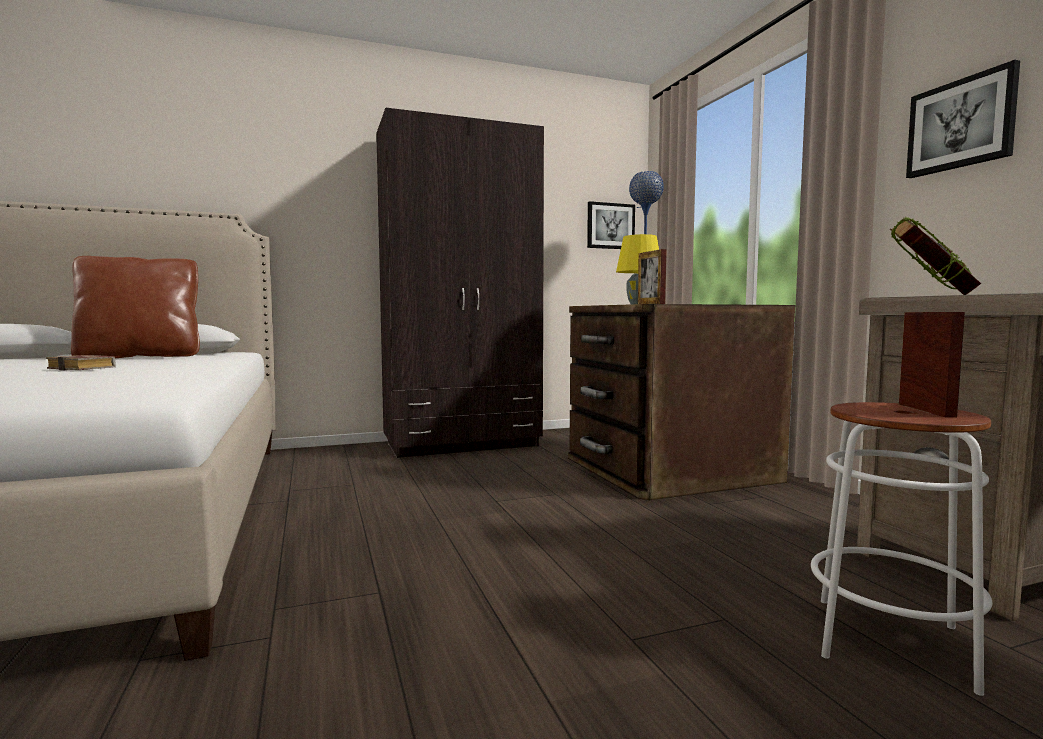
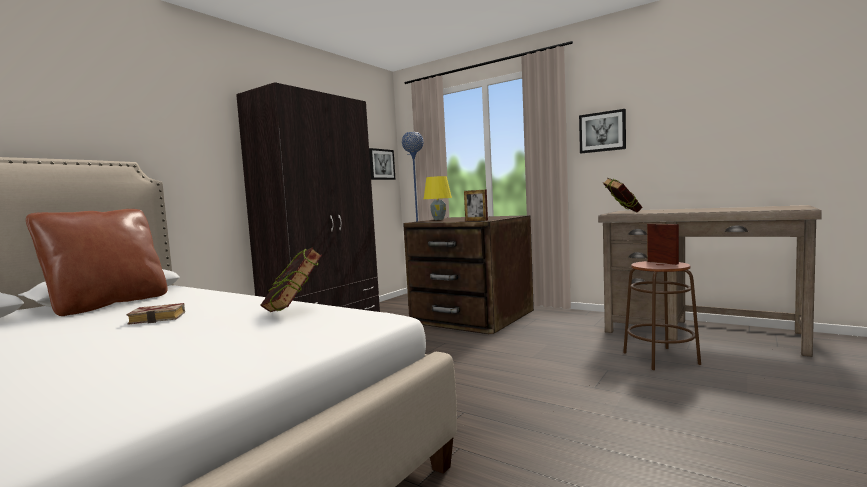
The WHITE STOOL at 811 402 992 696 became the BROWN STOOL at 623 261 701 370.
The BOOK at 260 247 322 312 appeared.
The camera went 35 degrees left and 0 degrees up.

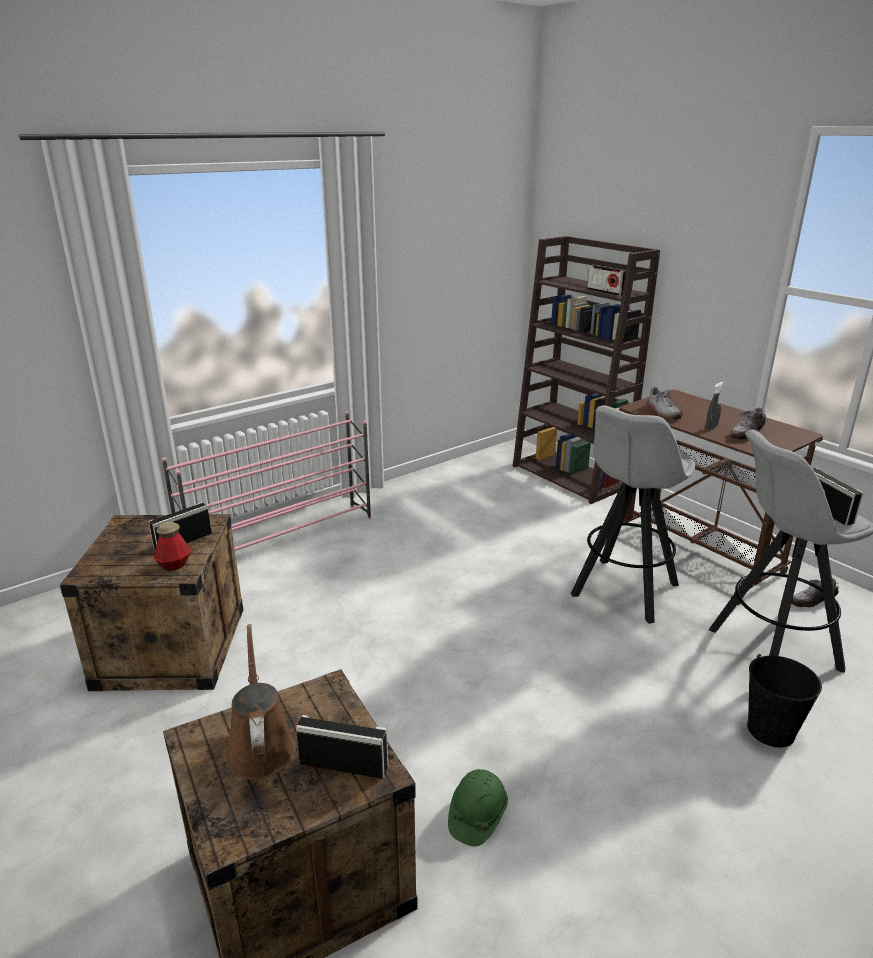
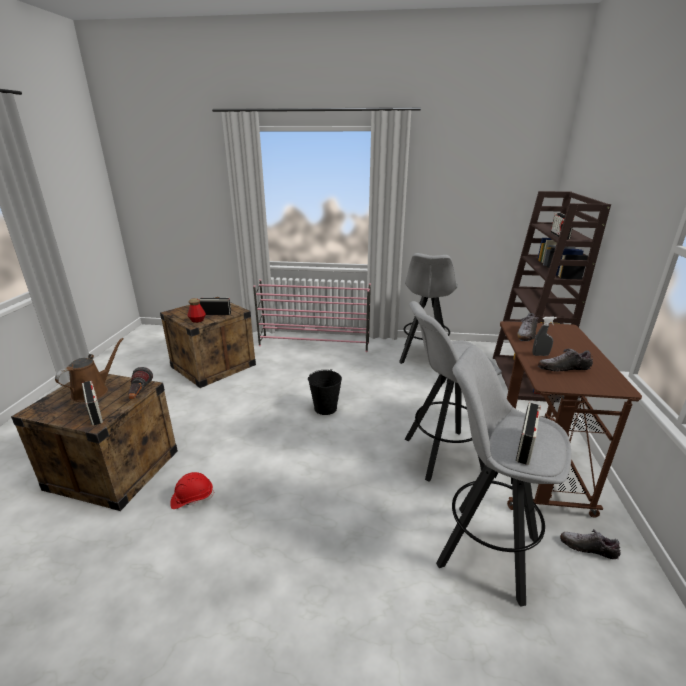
The BLACK BUCKET moved from 747 654 822 748 to 308 369 342 415.
The GREEN HARD HAT at 448 769 508 846 became the RED HARD HAT at 170 472 215 509.
The GREY STOOL at 399 253 457 364 appeared.
The FLASHLIGHT at 128 367 153 399 appeared.
The camera went 45 degrees right and 0 degrees up.

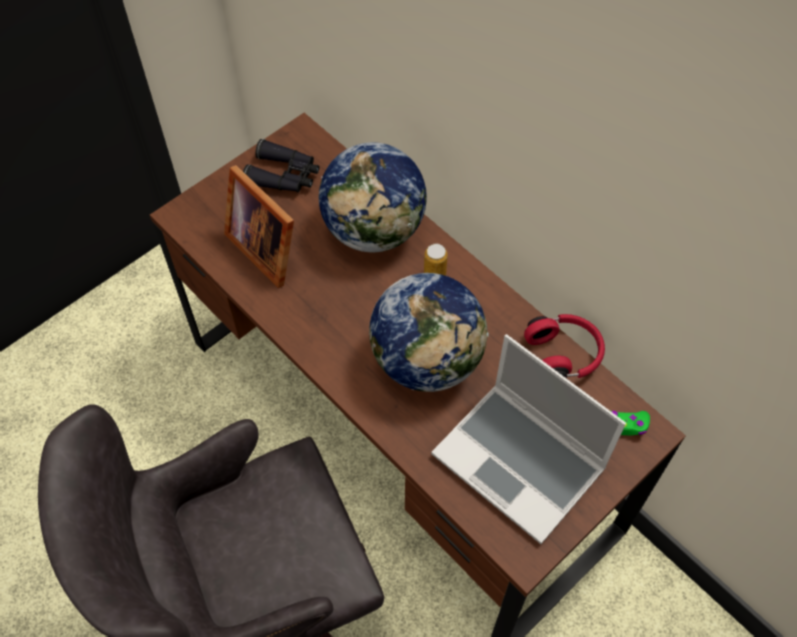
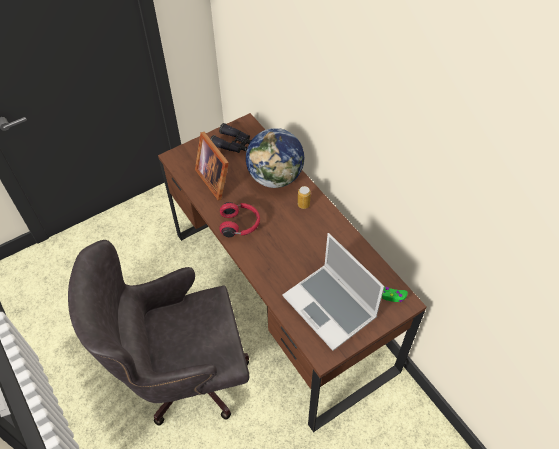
The GLOBE at 369 273 489 392 disappeared.
The RED HEADPHONES moved from 524 314 605 378 to 219 202 260 237.
The camera went 10 degrees right and 5 degrees down.

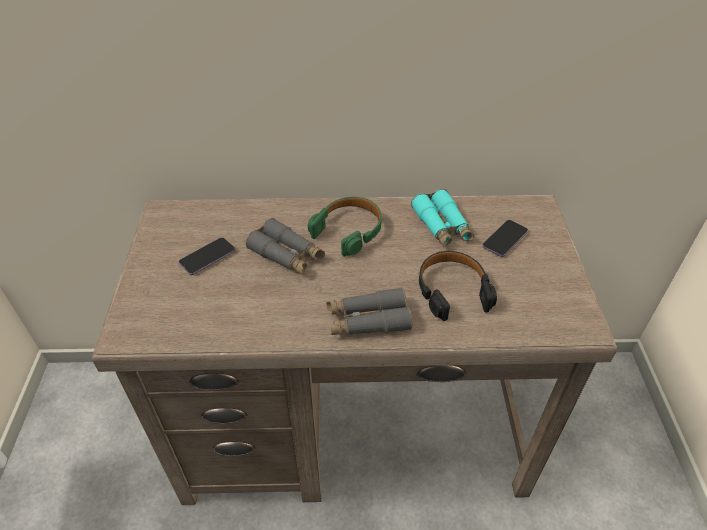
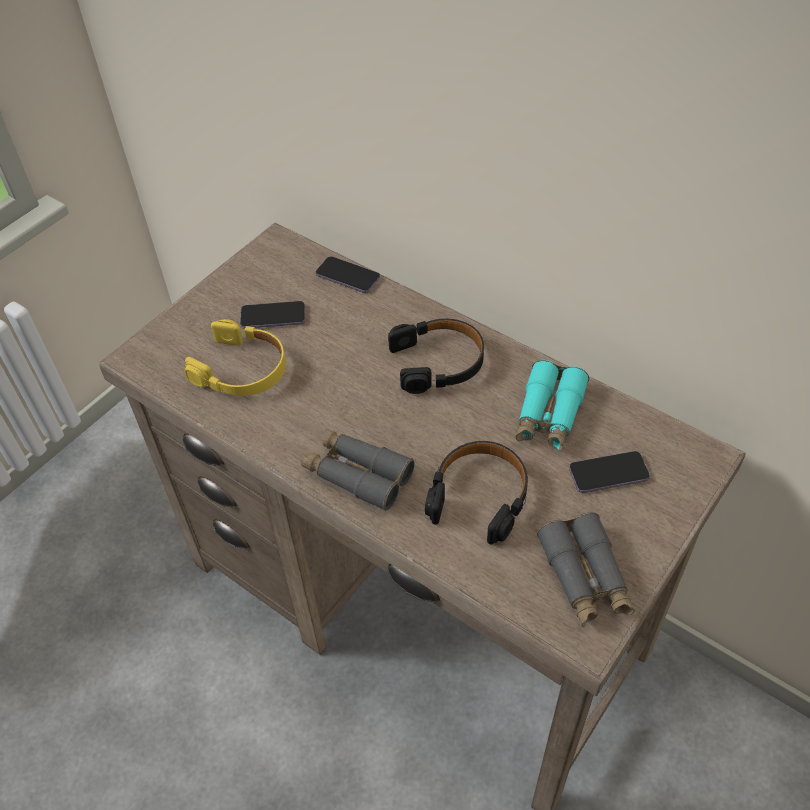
The GREEN HEADPHONES at 308 197 382 256 became the BLACK HEADPHONES at 388 319 484 394.
The GREY BINOCULARS moved from 246 218 325 275 to 537 512 635 627.
The PHONE at 316 256 380 293 appeared.
The YELLOW HEADPHONES at 185 319 286 396 appeared.
The camera went 40 degrees right and 5 degrees up.

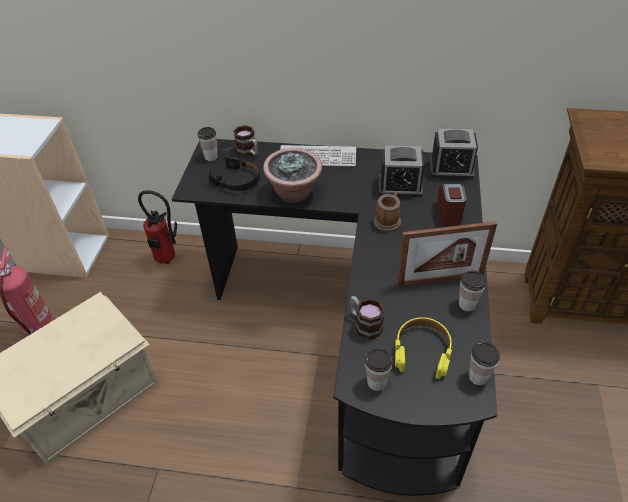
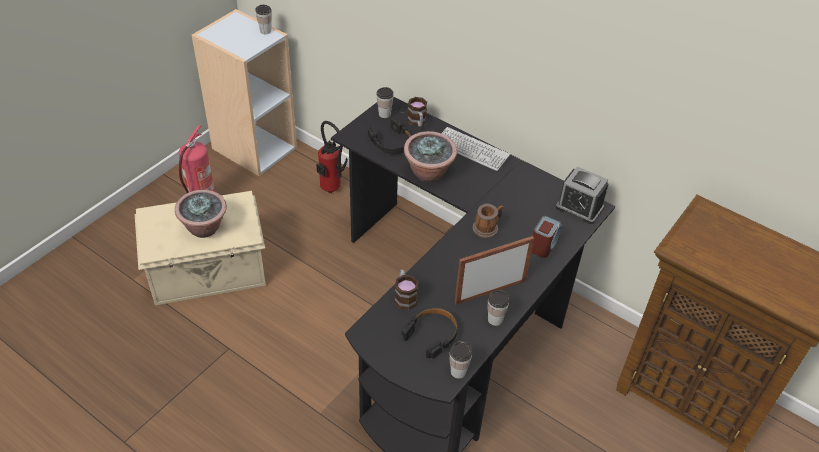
The ALARM CLOCK at 379 146 424 197 disappeared.
The PICTURE FRAME at 397 221 497 286 turned 135 degrees clockwise.
The YELLOW HEADPHONES at 395 317 452 379 became the BLACK HEADPHONES at 401 307 458 358.
The CUP moved from 365 348 393 391 to 255 5 272 34.
The POTTED PLANT at 175 190 227 238 appeared.
The camera went 25 degrees right and 0 degrees up.

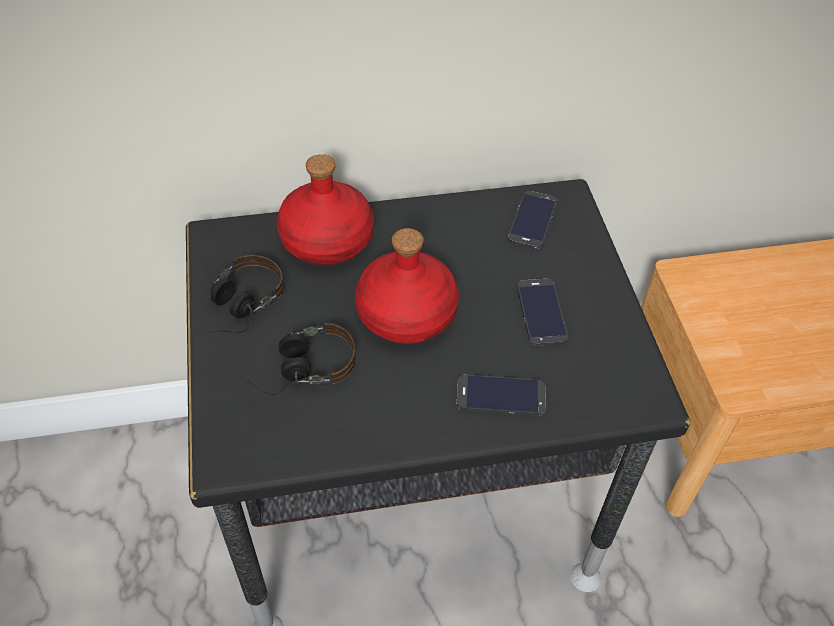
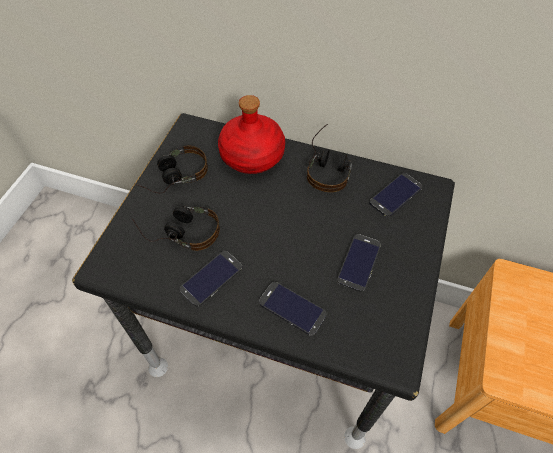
The RED BOTTLE at 355 228 459 344 disappeared.
The HEADPHONES at 307 124 352 192 appeared.
The PHONE at 180 251 242 307 appeared.
The camera went 30 degrees right and 5 degrees up.

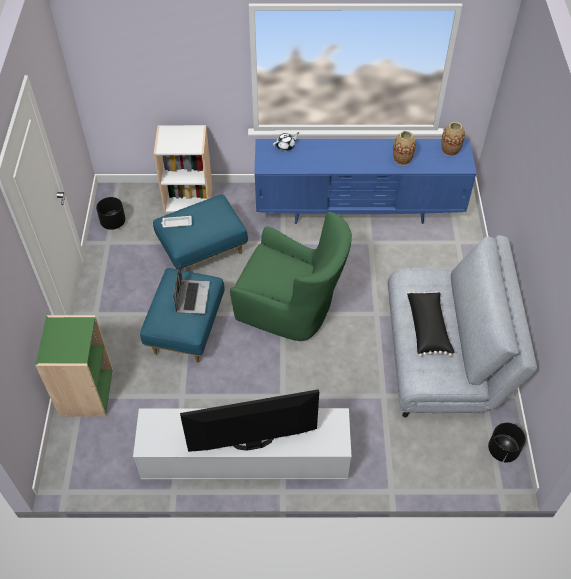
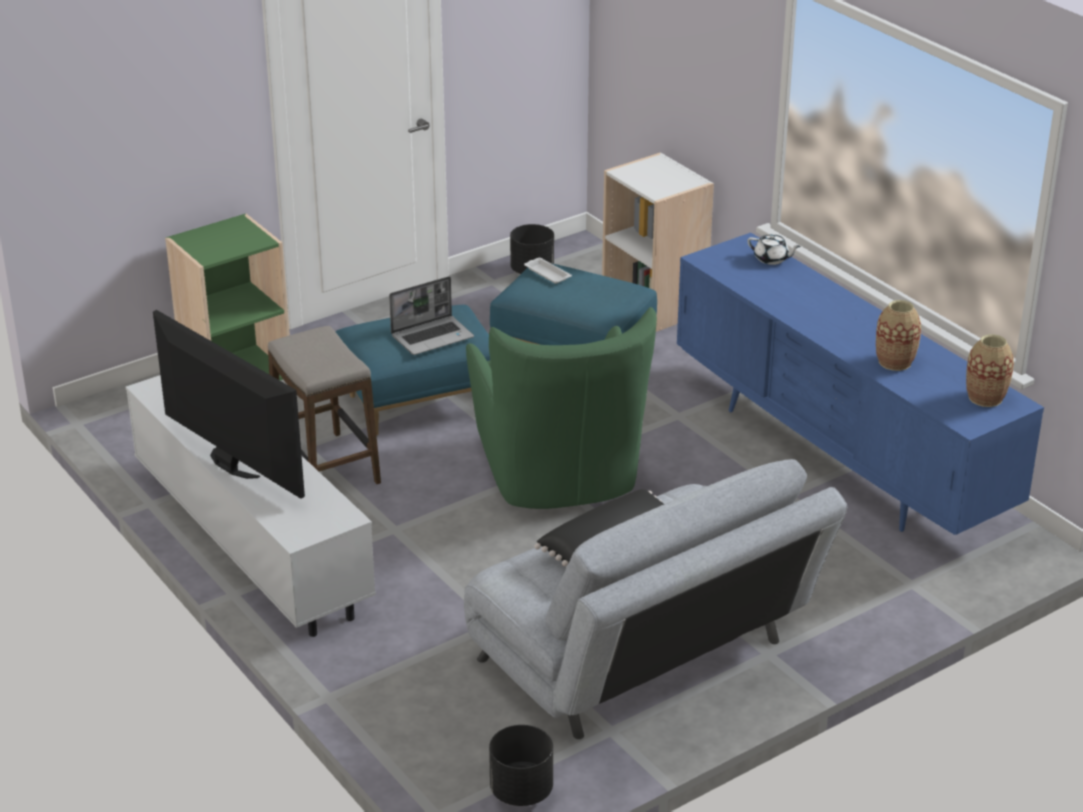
The STOOL at 268 326 381 484 appeared.
The camera went 55 degrees right and 20 degrees down.

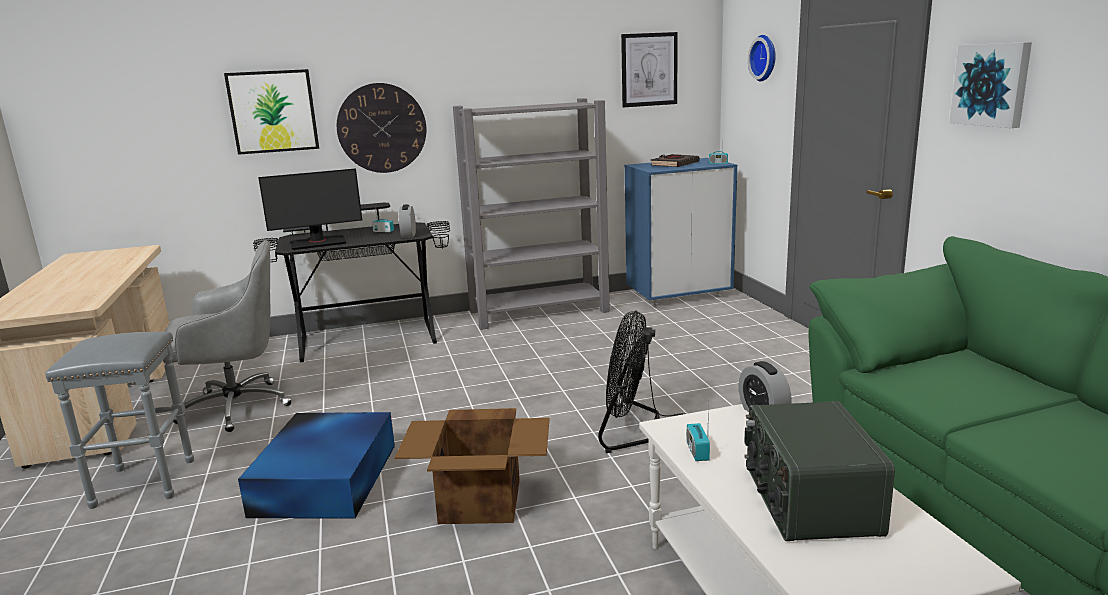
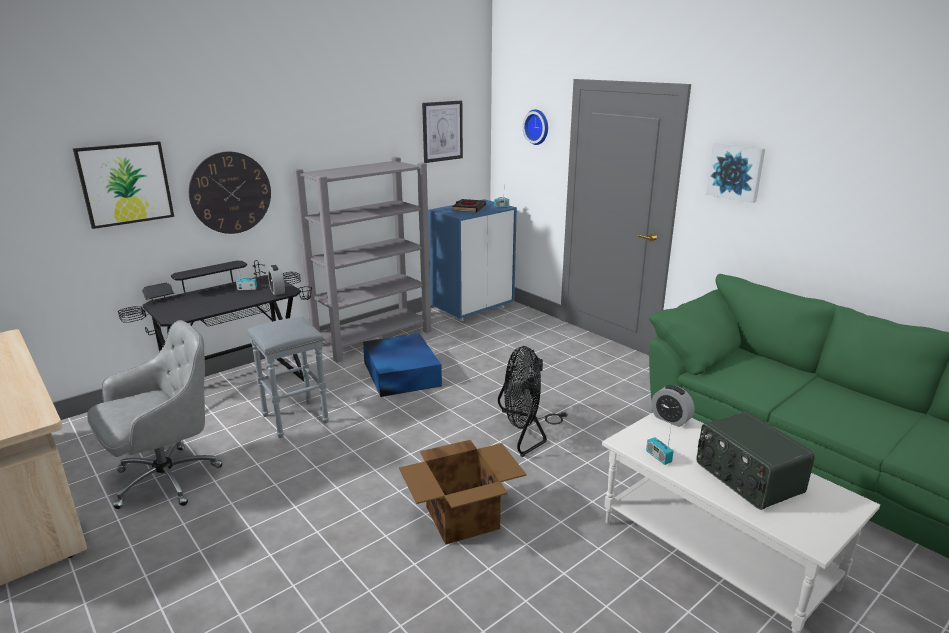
The MONITOR at 258 168 362 250 disappeared.
The GREY STOOL moved from 45 332 194 509 to 247 317 329 438.
The BLUE STORAGE BOX moved from 238 412 395 519 to 363 333 442 397.
The camera went 25 degrees left and 5 degrees up.

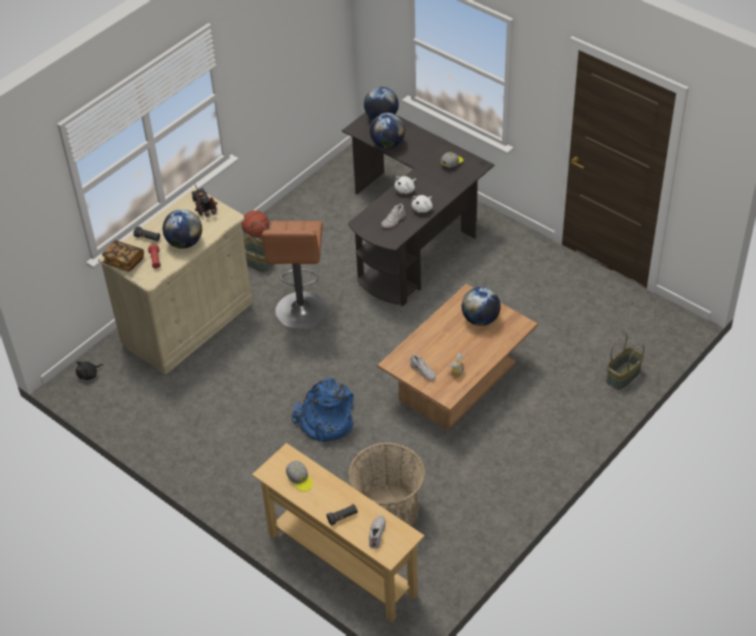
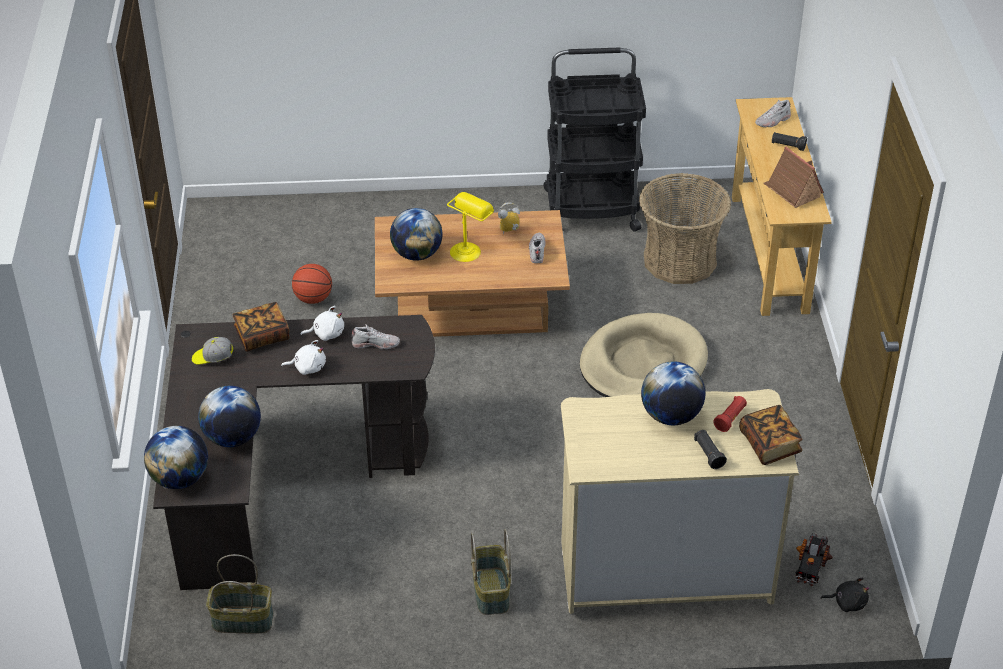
The TOY TRUCK moved from 191 185 217 217 to 795 533 833 586.
The BASKETBALL moved from 242 210 269 238 to 292 264 332 304.
The BROWN STOOL at 262 221 327 329 disappeared.
The BASKET moved from 606 334 645 390 to 206 554 274 633.
The BLUE BACKPACK at 291 378 354 442 was replaced by the BEIGE DOG BED at 580 313 708 397.
The CAP at 286 461 313 492 was replaced by the TOY HOUSE at 764 146 824 208.
The BLACK CART at 544 48 646 232 appeared.
The YELLOW TABLE LAMP at 447 192 494 262 appeared.
The BOOK at 232 302 289 352 appeared.
The camera went 135 degrees left and 5 degrees down.

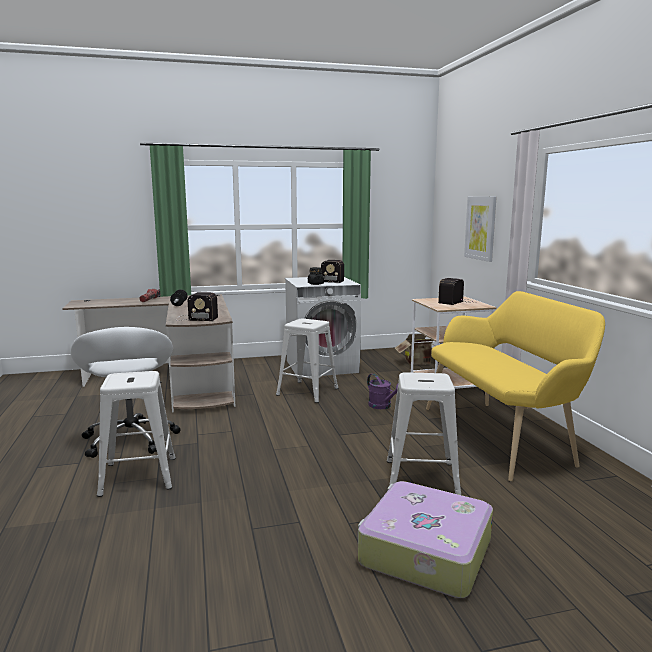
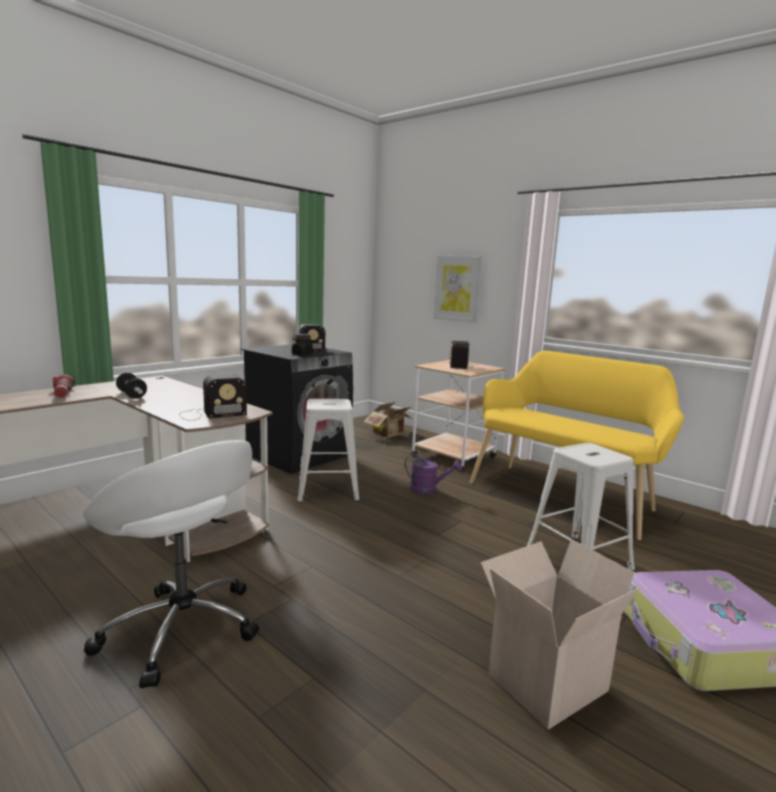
The WHITE WASHING MACHINE at 285 277 361 378 became the BLACK WASHING MACHINE at 241 344 353 474.
The WHITE STOOL at 97 371 176 497 disappeared.
The CARDBOARD BOX at 480 539 639 730 appeared.
The camera went 35 degrees left and 0 degrees up.

